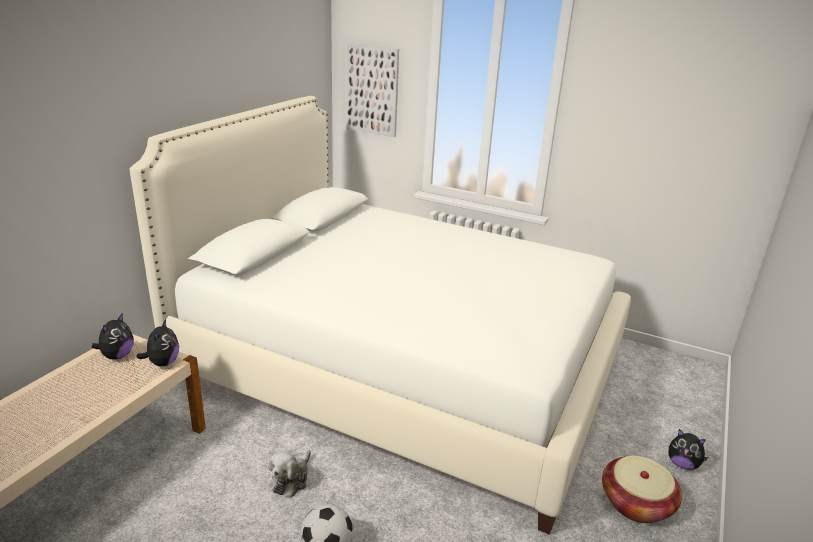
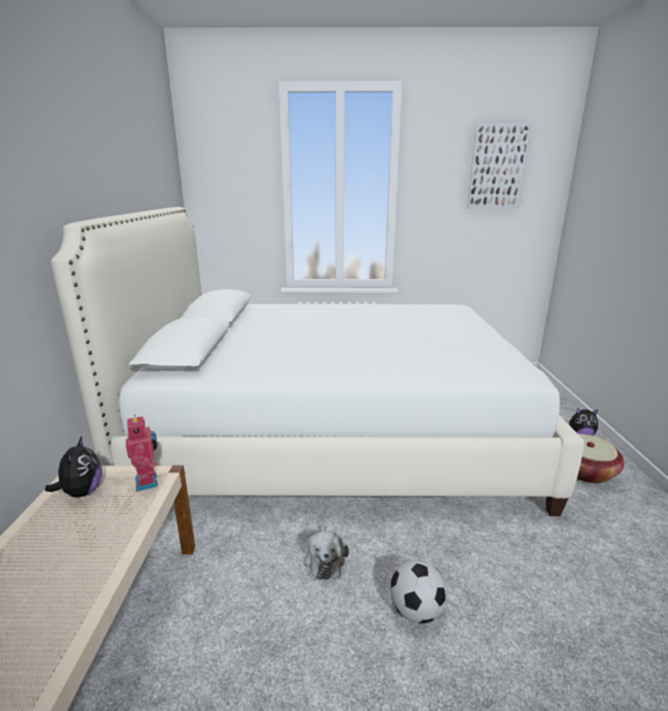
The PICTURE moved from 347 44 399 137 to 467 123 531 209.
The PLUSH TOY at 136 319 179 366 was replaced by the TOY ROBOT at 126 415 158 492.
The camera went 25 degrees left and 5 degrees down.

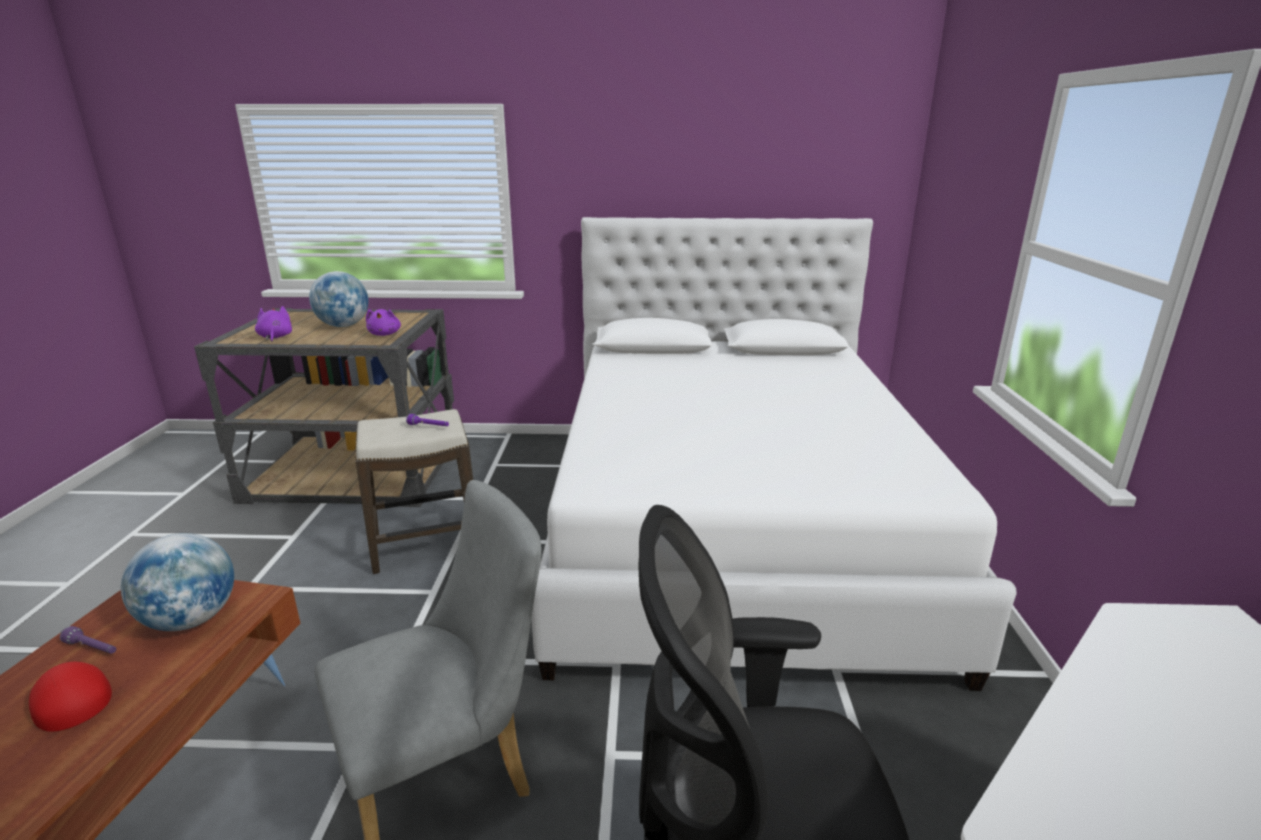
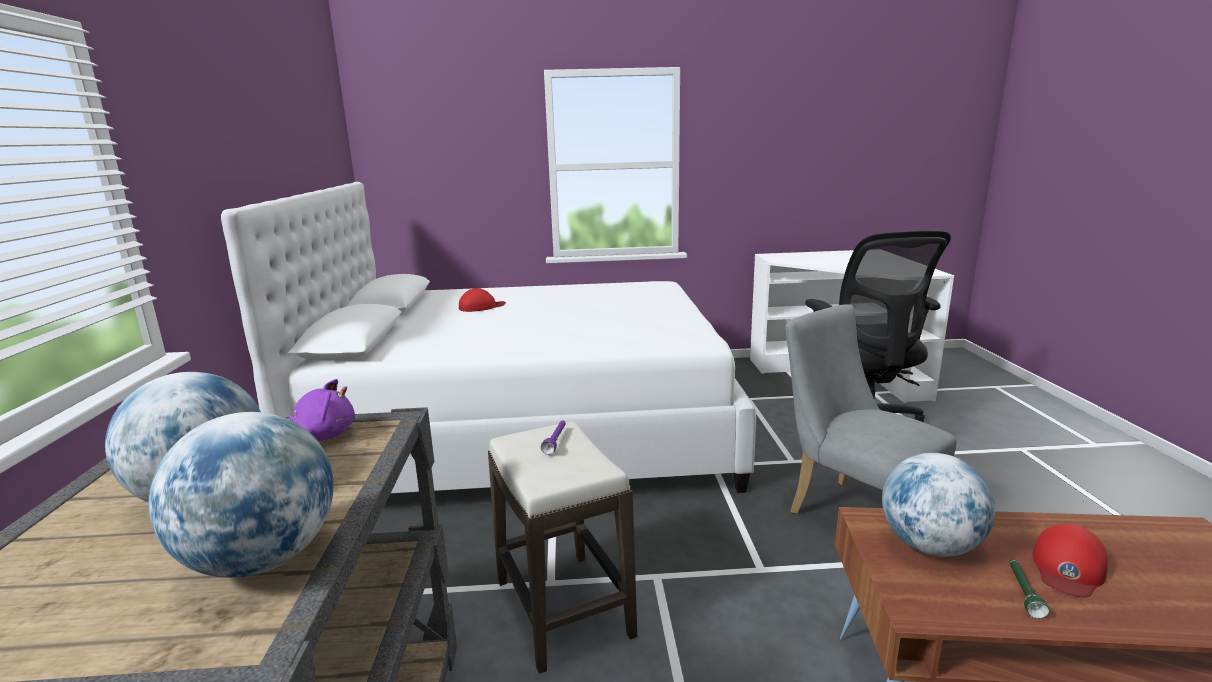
The PURPLE PLUSH TOY at 255 306 292 342 was replaced by the GLOBE at 149 412 334 578.
The PURPLE FLASHLIGHT at 60 626 116 654 became the GREEN FLASHLIGHT at 1009 559 1049 619.
The RED CAP at 459 288 506 312 appeared.
The camera went 95 degrees left and 5 degrees down.

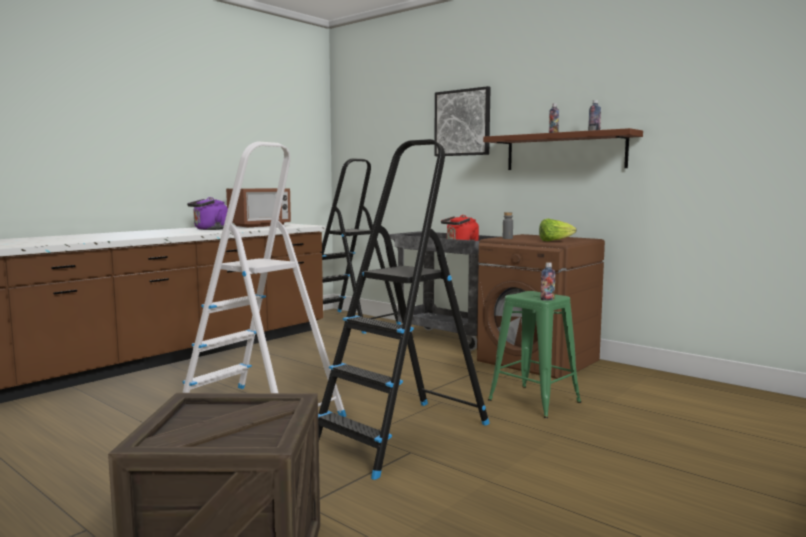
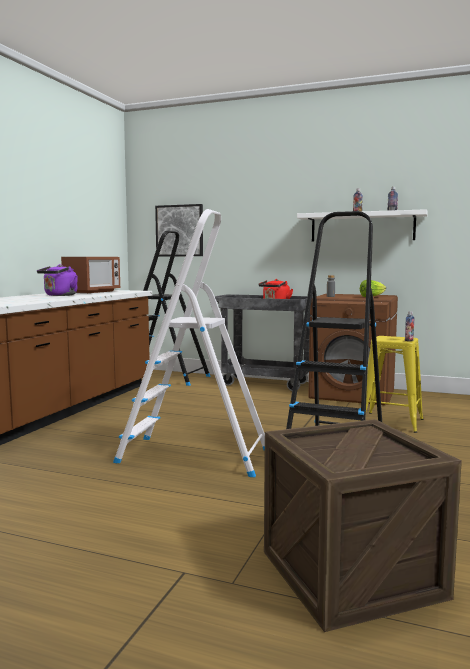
The PICTURE moved from 434 86 491 156 to 155 204 203 256.
The BROWN SHELF at 483 128 643 170 became the WHITE SHELF at 297 209 428 242.
The GREEN STOOL at 488 291 581 418 became the YELLOW STOOL at 360 336 424 433.
The camera went 20 degrees left and 0 degrees up.

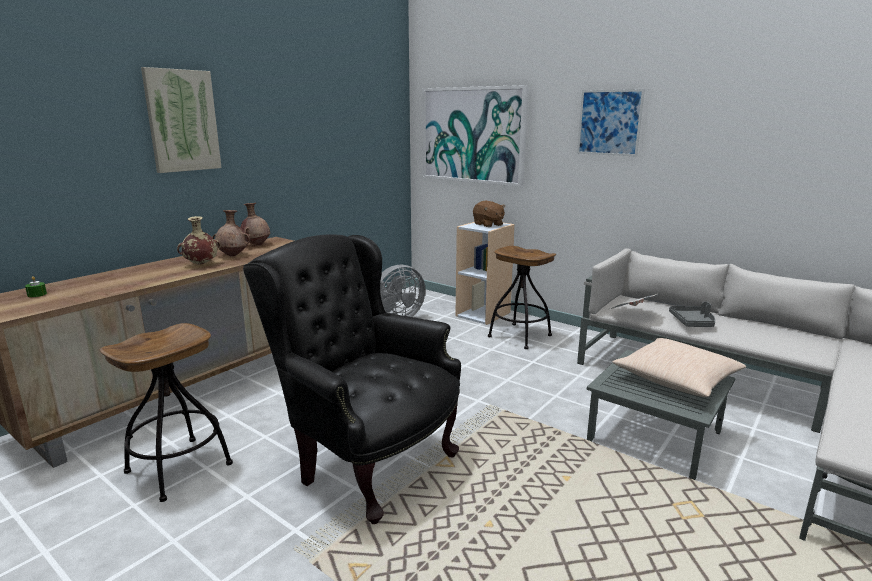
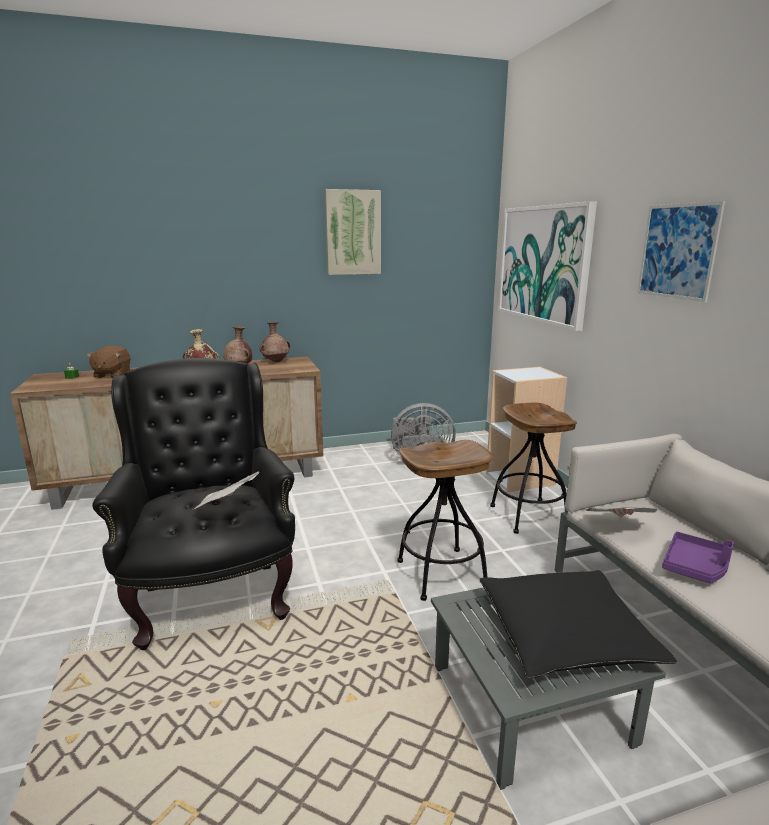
The PICTURE moved from 141 67 222 173 to 325 189 381 275.
The BROWN PLUSH TOY moved from 473 201 505 227 to 86 345 130 378.
The GREY TRAY at 669 302 715 327 became the PURPLE TRAY at 662 532 734 583.
The BROWN STOOL moved from 100 323 233 502 to 397 440 493 601.
The BEIGE PILLOW at 612 338 747 397 became the BLACK PILLOW at 480 570 677 678.
The NEWSPAPER at 194 471 259 509 appeared.
The camera went 35 degrees right and 0 degrees up.

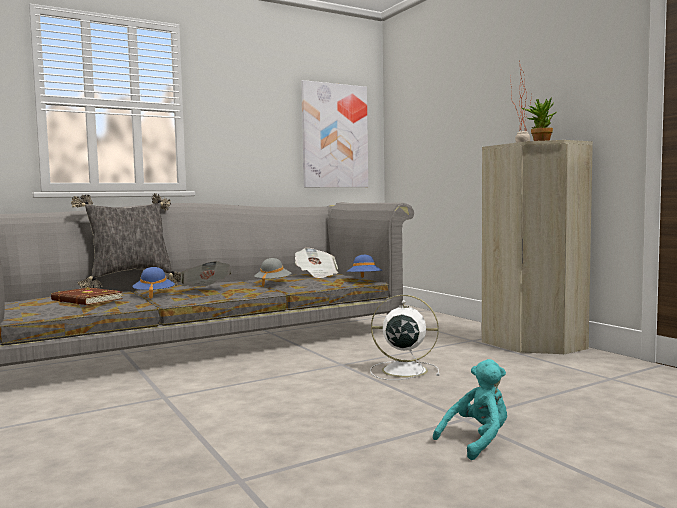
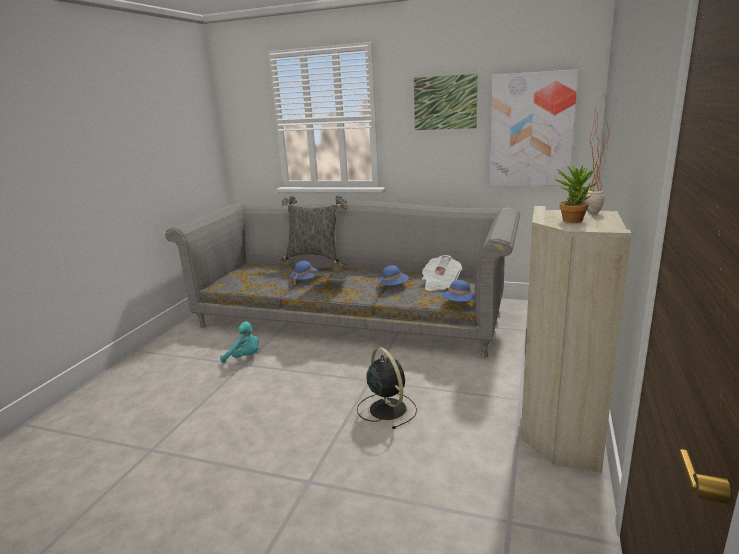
The GREY HAT at 254 258 291 286 became the BLUE HAT at 378 265 409 288.
The BROWN BOOK at 51 287 123 305 disappeared.
The WHITE FAN at 370 295 440 380 became the BLACK FAN at 357 347 417 429.
The TURQUOISE PLUSH TOY moved from 433 359 507 460 to 220 322 259 363.
The PICTURE at 414 74 478 130 appeared.
The camera went 50 degrees right and 15 degrees up.

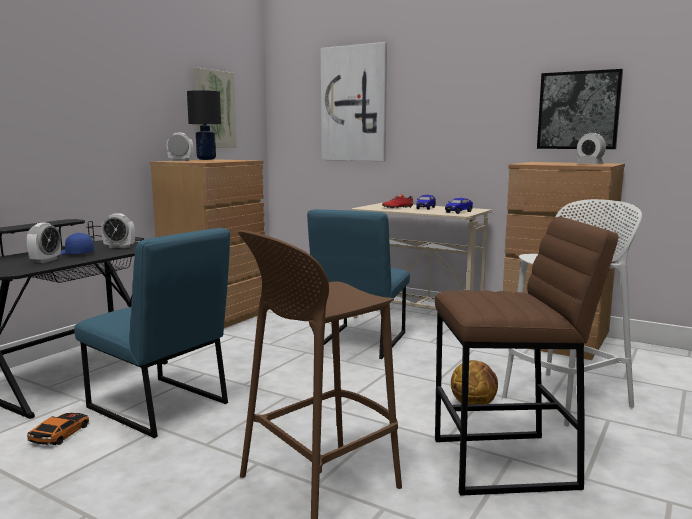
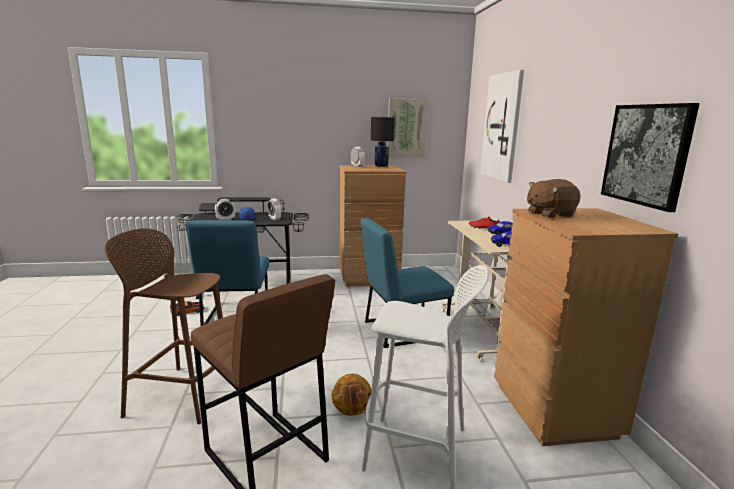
The ALARM CLOCK at 577 133 606 164 disappeared.
The BROWN PLUSH TOY at 527 179 581 218 appeared.
The camera went 50 degrees right and 5 degrees up.

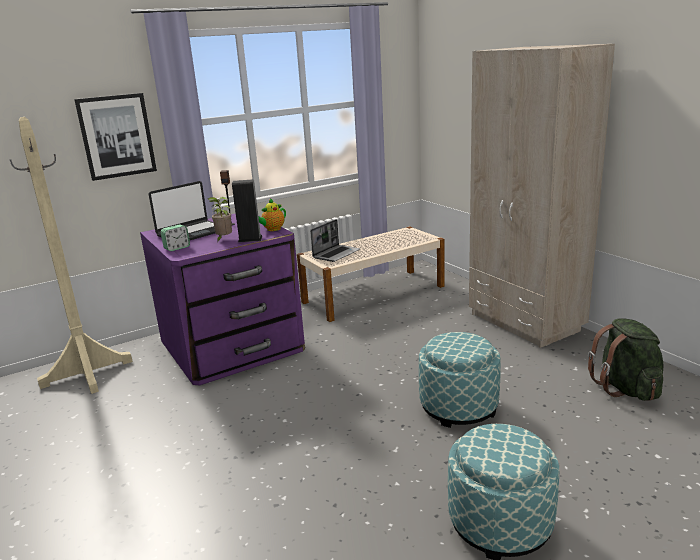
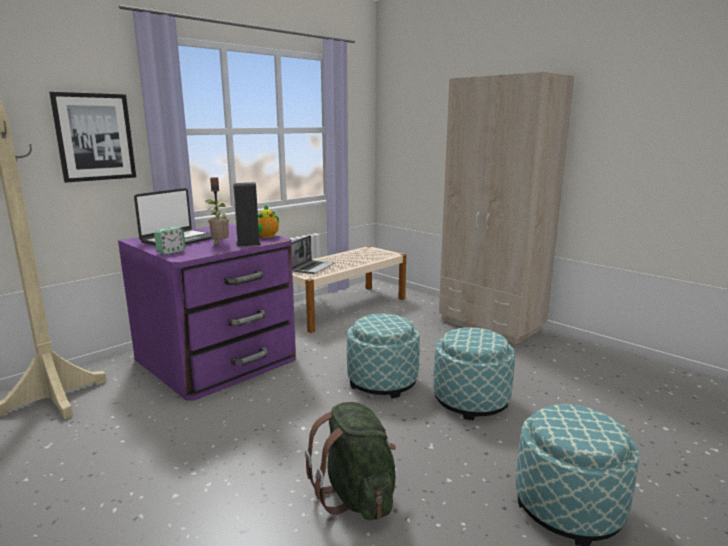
The GREEN BACKPACK moved from 588 318 663 401 to 305 402 396 520.
The OTTOMAN at 347 314 420 398 appeared.
The camera went 15 degrees left and 5 degrees down.

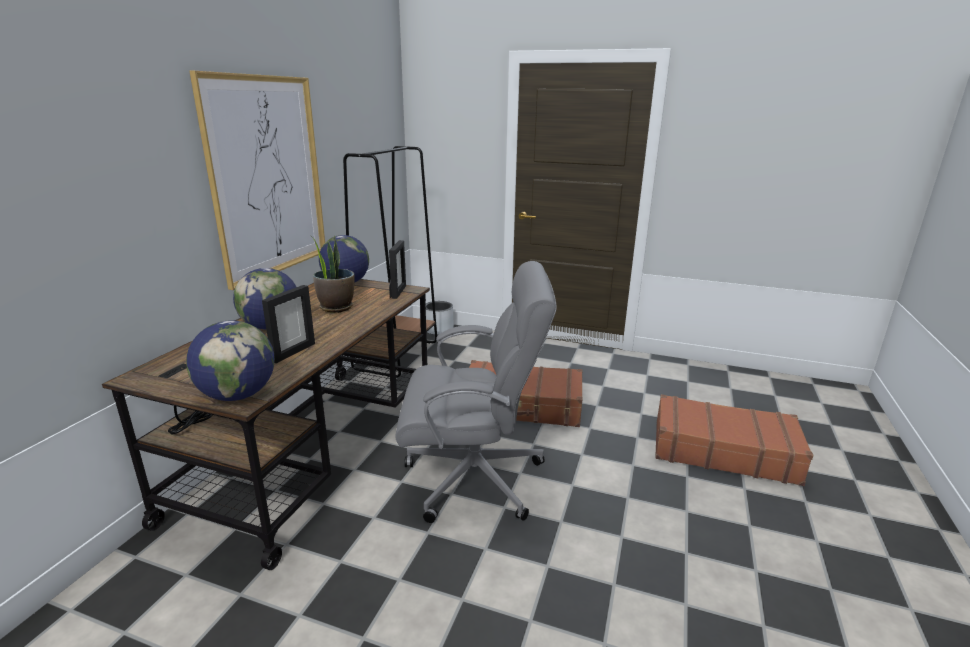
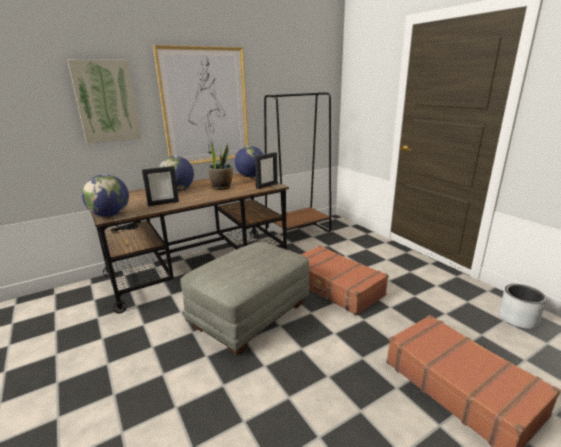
The GREY OFFICE CHAIR at 395 261 557 523 was replaced by the GREY OTTOMAN at 180 242 309 355.
The GREY PLANTER moved from 426 301 454 335 to 499 284 547 329.
The PICTURE at 67 60 141 144 appeared.
The camera went 40 degrees right and 0 degrees up.

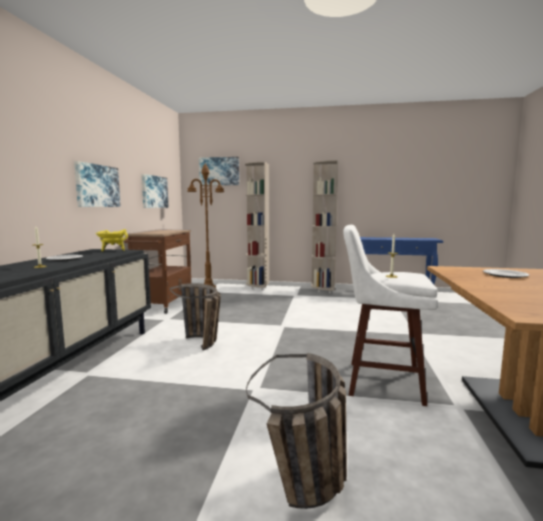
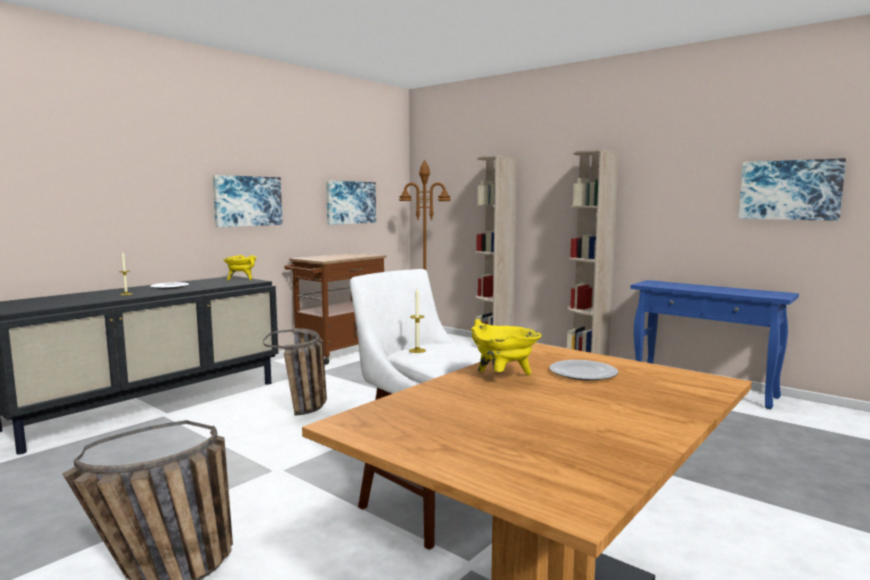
The PICTURE moved from 199 157 239 185 to 739 158 846 221.
The YELLOW COOKING POT at 471 319 542 375 appeared.
The camera went 30 degrees right and 0 degrees up.

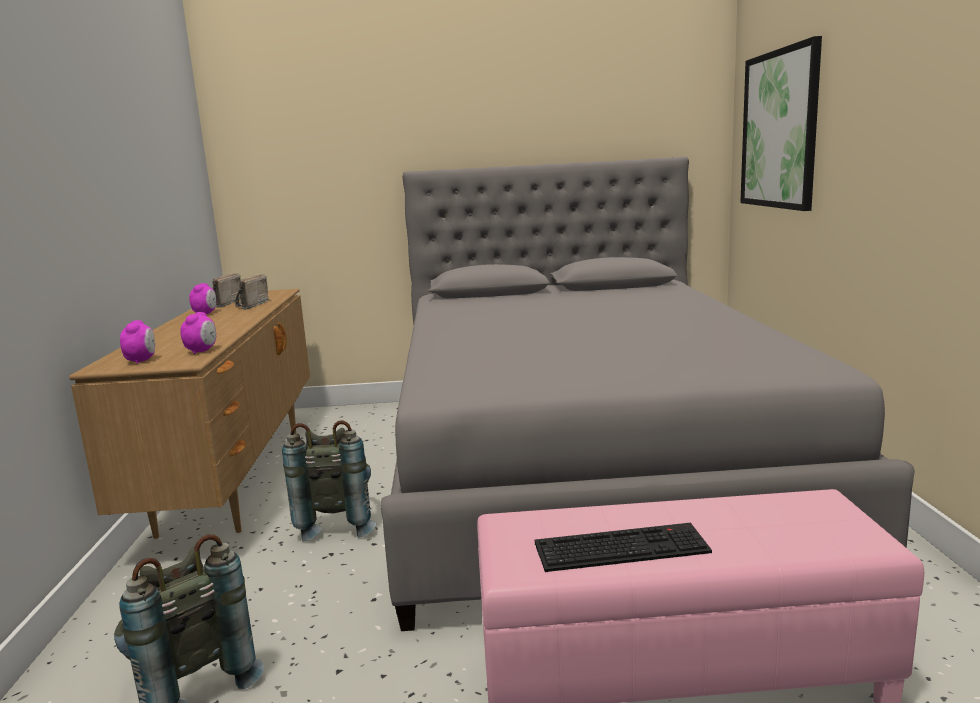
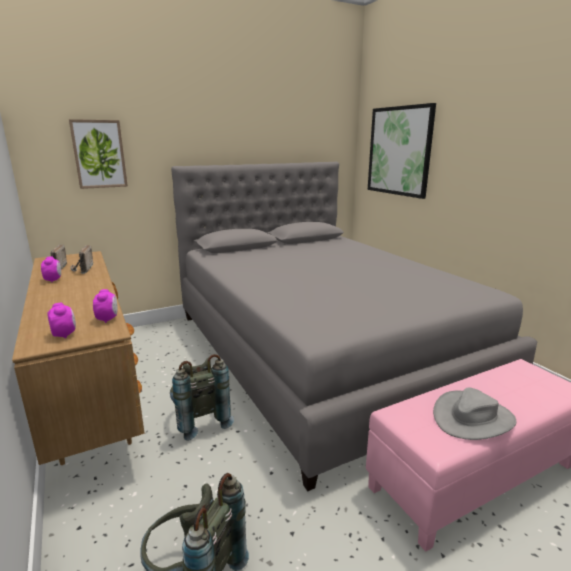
The KEYBOARD at 535 523 712 572 was replaced by the GREY HAT at 433 388 516 440.
The PICTURE at 69 119 128 189 appeared.
The camera went 25 degrees left and 5 degrees up.

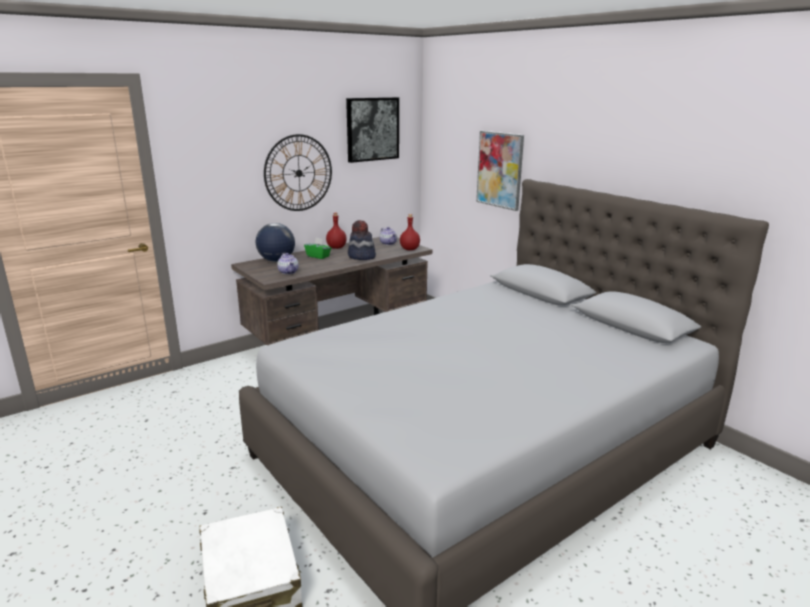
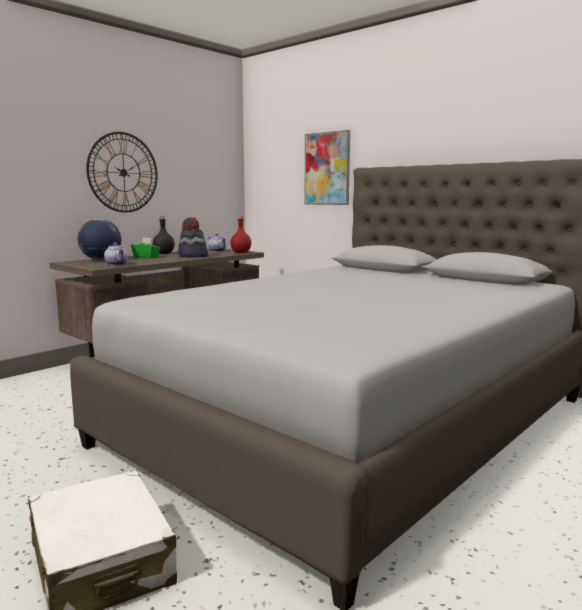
The PICTURE at 346 97 399 163 disappeared.
The RED BOTTLE at 326 213 347 249 became the BLACK BOTTLE at 153 216 174 254.
The camera went 10 degrees left and 10 degrees down.

